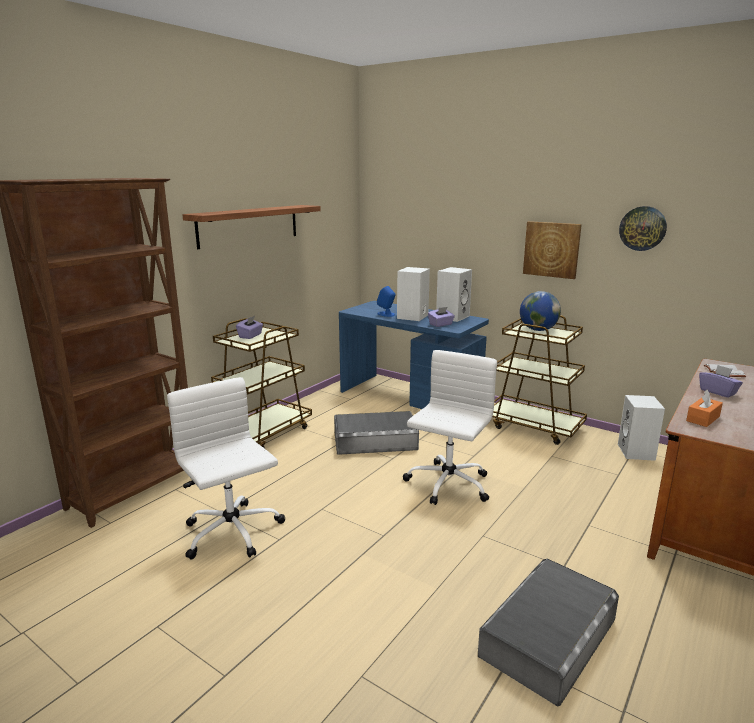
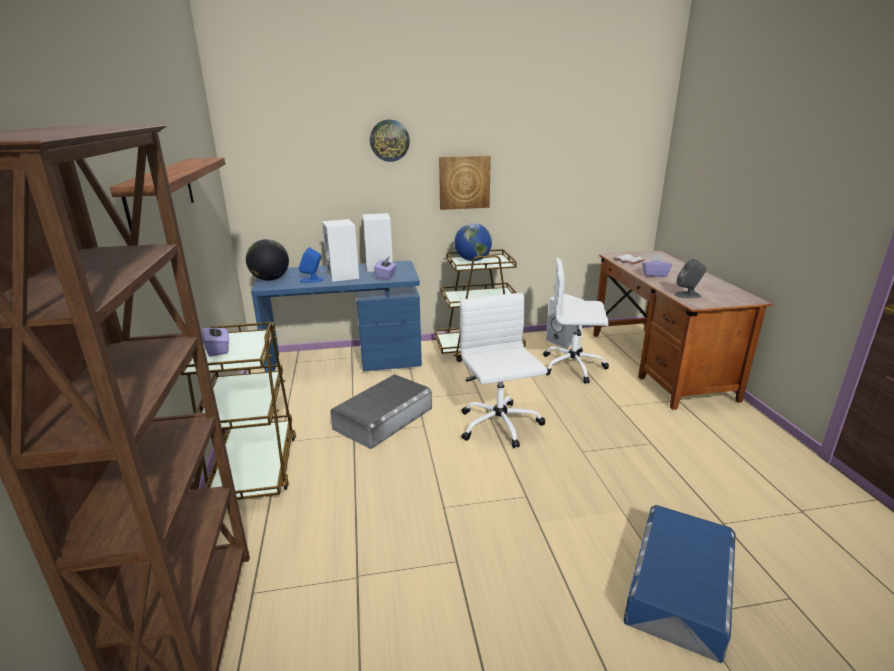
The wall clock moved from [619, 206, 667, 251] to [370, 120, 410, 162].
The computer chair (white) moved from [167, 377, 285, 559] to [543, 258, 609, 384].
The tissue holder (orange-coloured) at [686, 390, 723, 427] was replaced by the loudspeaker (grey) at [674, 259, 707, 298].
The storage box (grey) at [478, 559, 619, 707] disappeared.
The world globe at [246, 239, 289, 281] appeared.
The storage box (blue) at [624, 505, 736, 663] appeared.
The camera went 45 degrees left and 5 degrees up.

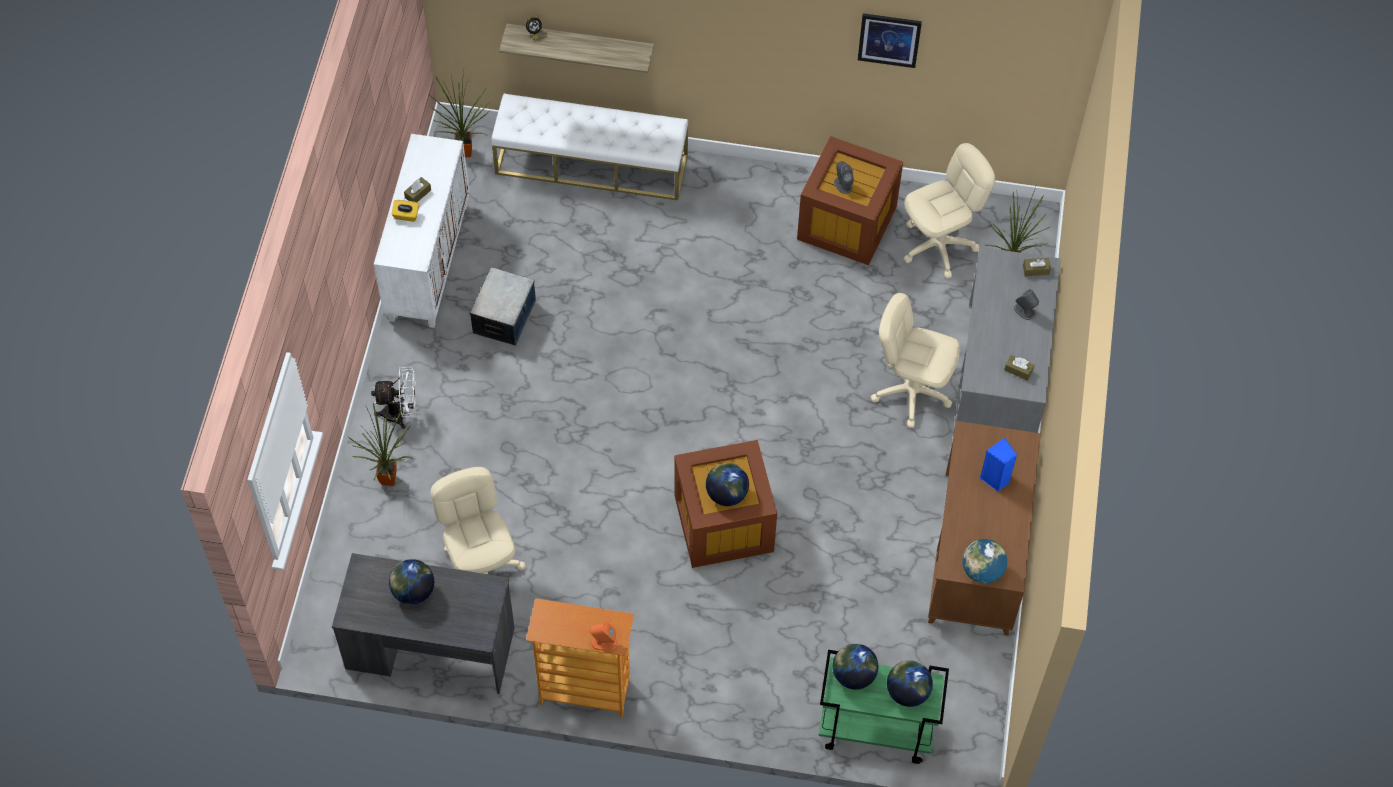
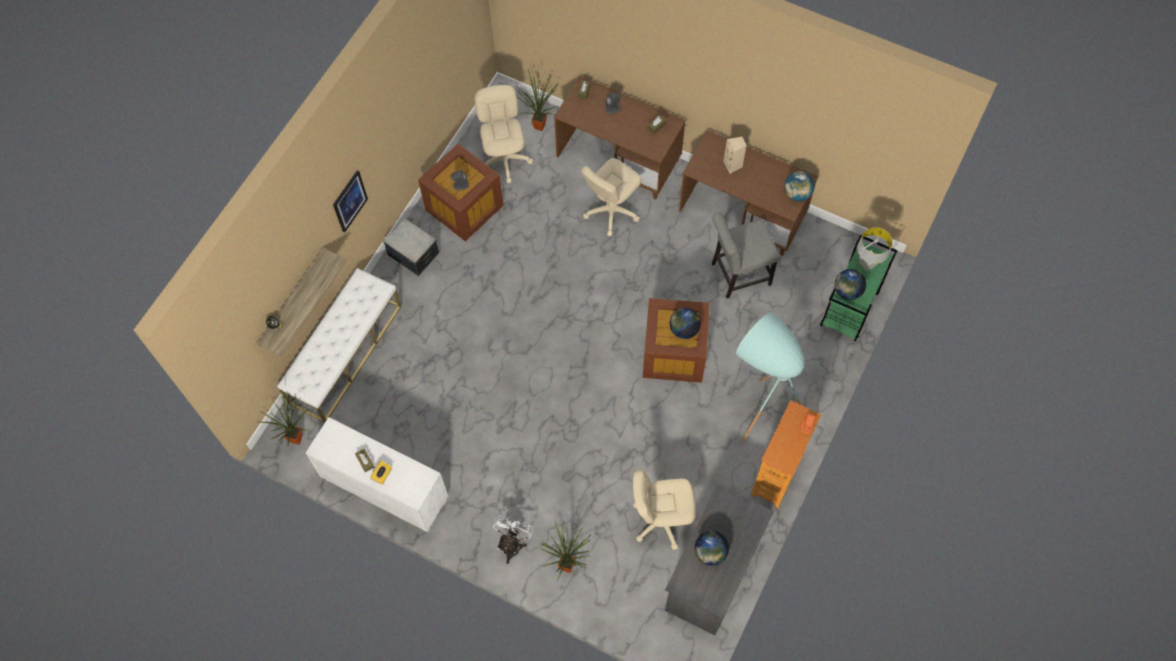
The wall art moved from [858, 13, 922, 68] to [333, 170, 368, 233].
The desk (grey) at [953, 247, 1061, 434] became the desk (brown) at [554, 76, 686, 200].
The storage box moved from [470, 267, 536, 346] to [383, 218, 439, 276].
The loudspeaker (blue) at [980, 438, 1017, 491] became the loudspeaker (sand-coloured) at [724, 137, 747, 174].
The world globe at [887, 660, 933, 707] was replaced by the table lamp (grey) at [857, 227, 892, 271].
The plain chair (grey) at [712, 213, 780, 298] appeared.
The standing lamp (turquoise) at [736, 312, 805, 442] appeared.
The camera went 70 degrees left and 5 degrees up.

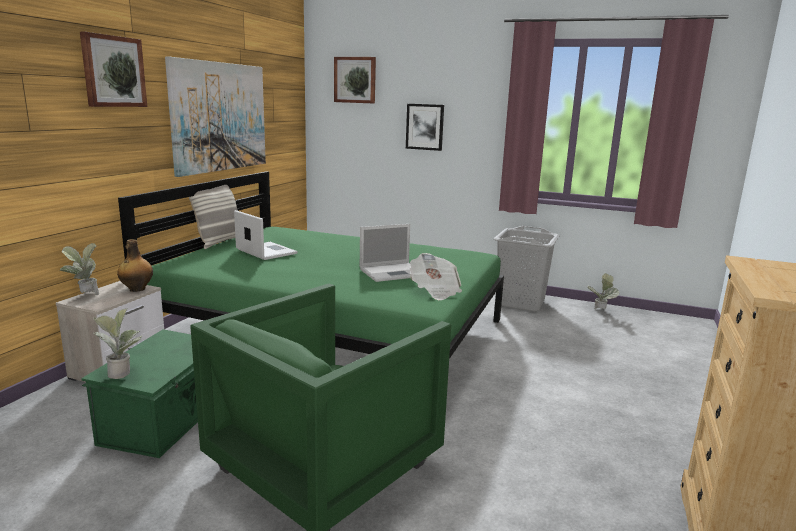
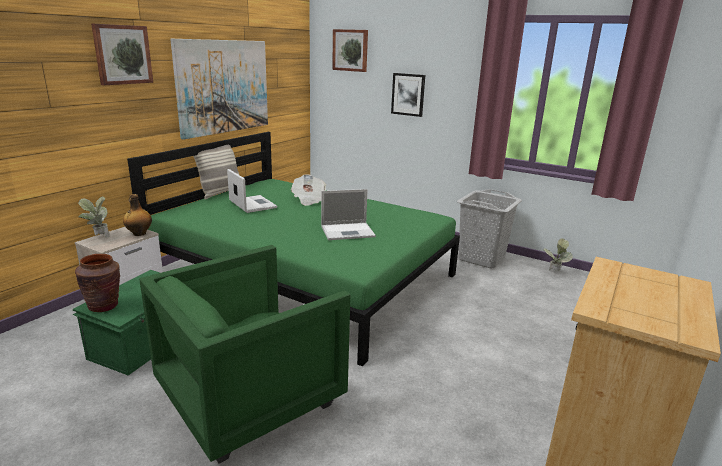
The daily paper moved from [410, 253, 462, 300] to [291, 174, 326, 206].
The potted plant at [93, 308, 142, 379] was replaced by the decorative vase (brown) at [75, 254, 120, 312].
The camera went 10 degrees right and 5 degrees up.

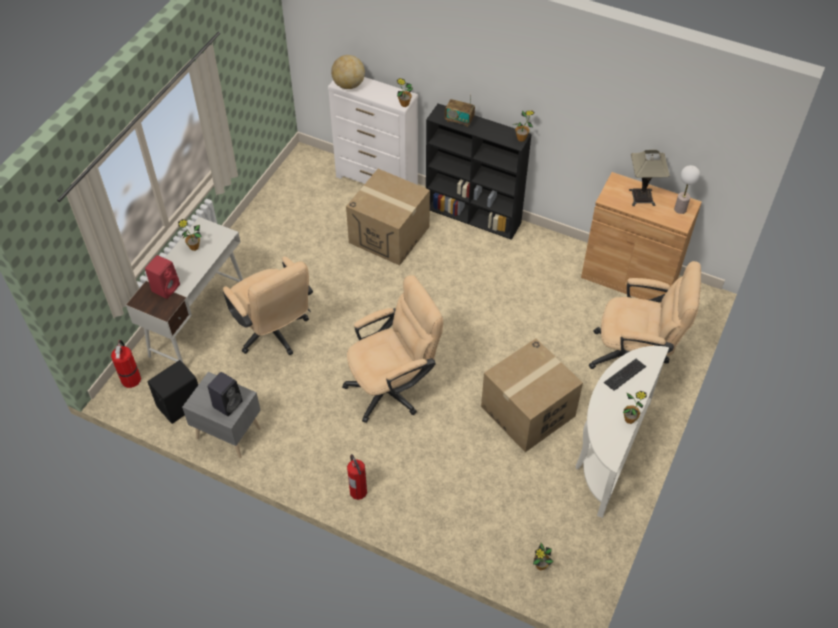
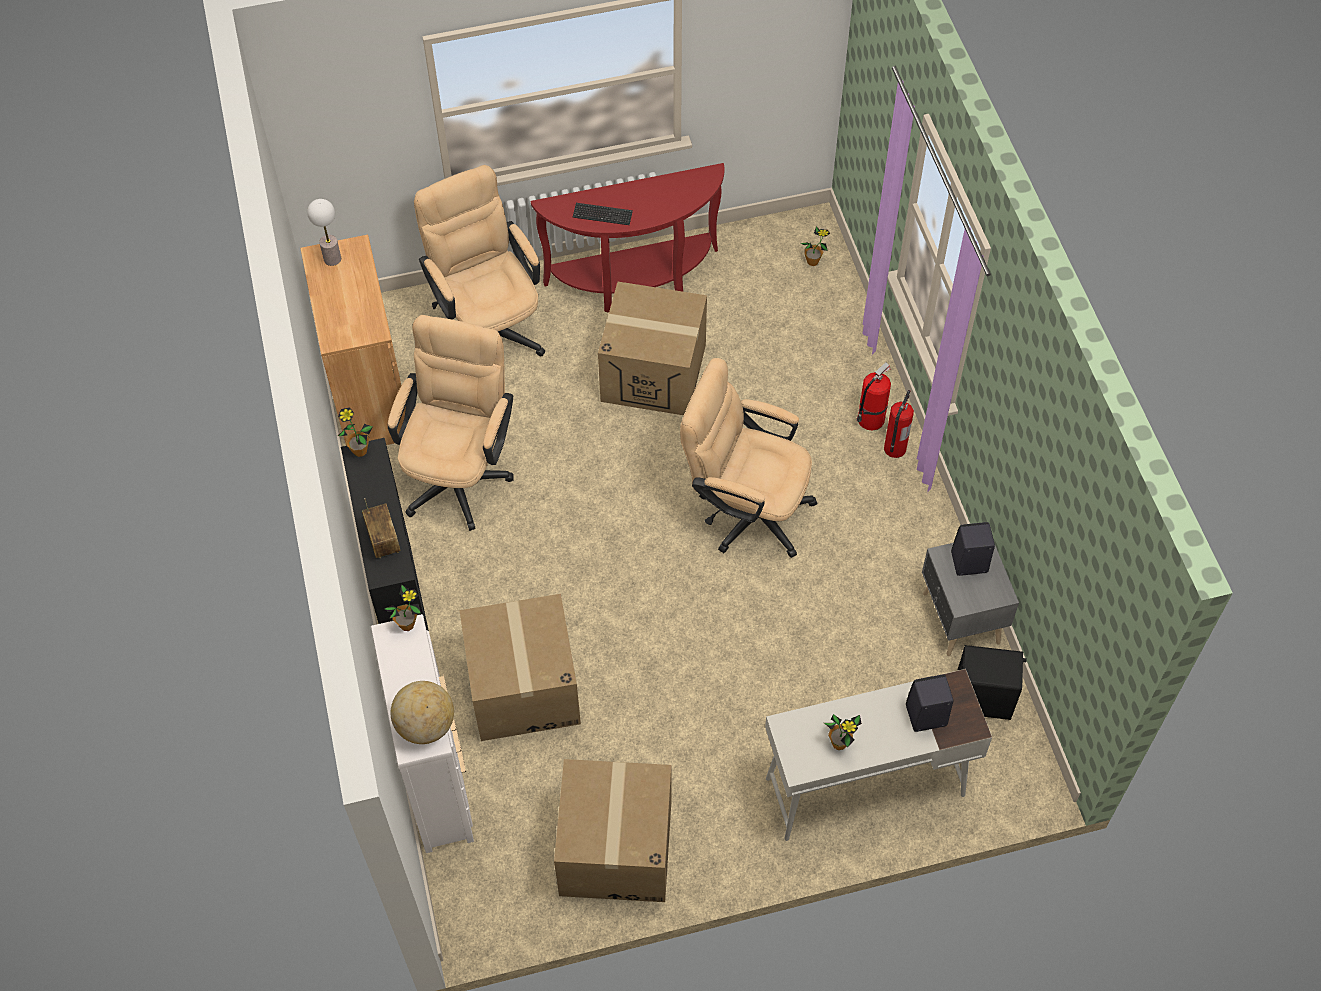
The table lamp at [629, 150, 670, 206] disappeared.
The loudspeaker (red-coloured) at [145, 255, 180, 299] became the loudspeaker (blackish) at [906, 674, 953, 732].
The computer chair (sand-coloured) moved from [223, 256, 313, 356] to [388, 315, 514, 531].
The extinguisher moved from [111, 340, 141, 388] to [856, 362, 891, 431].
The narrow table (white) at [576, 346, 669, 518] became the narrow table (red-coloured) at [531, 163, 724, 312].
The potted plant at [623, 391, 647, 424] disappeared.
The packing box at [554, 759, 671, 902] appeared.
The camera went 130 degrees left and 5 degrees up.

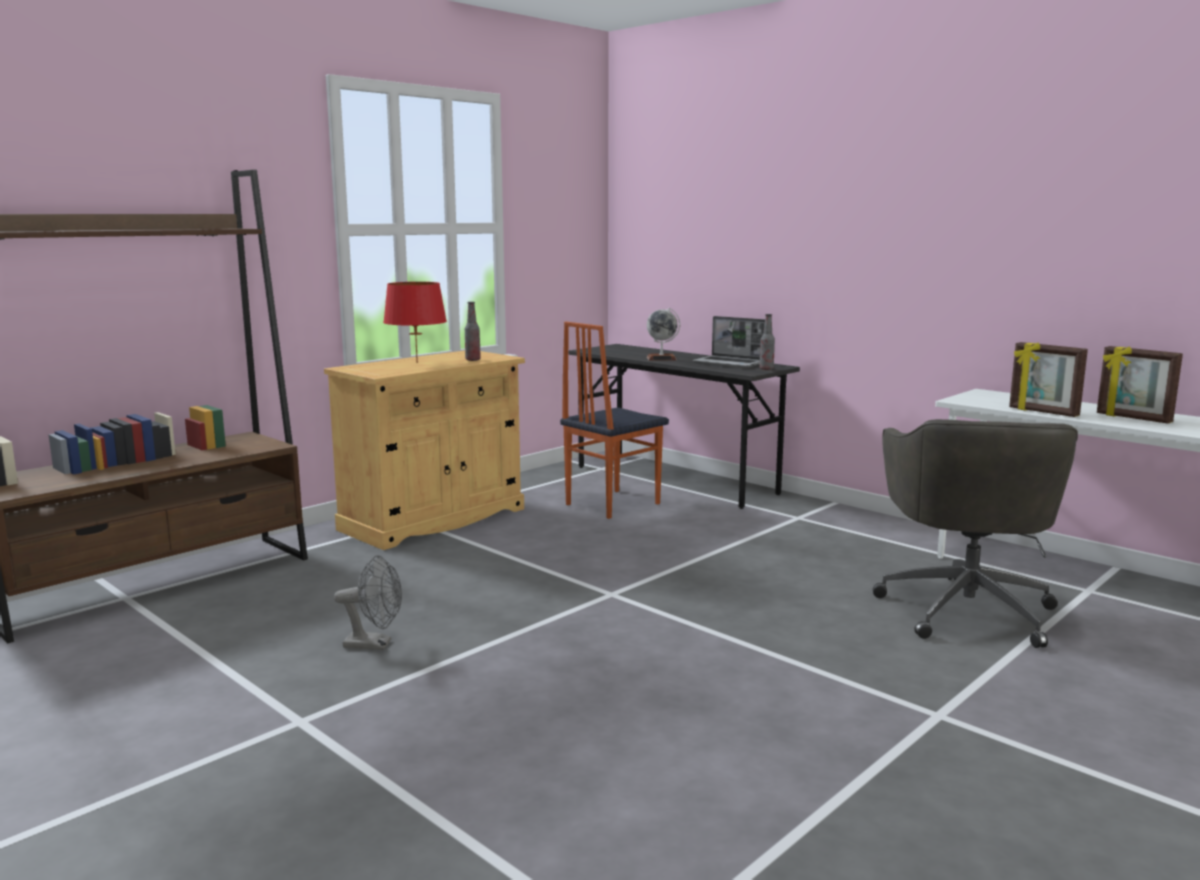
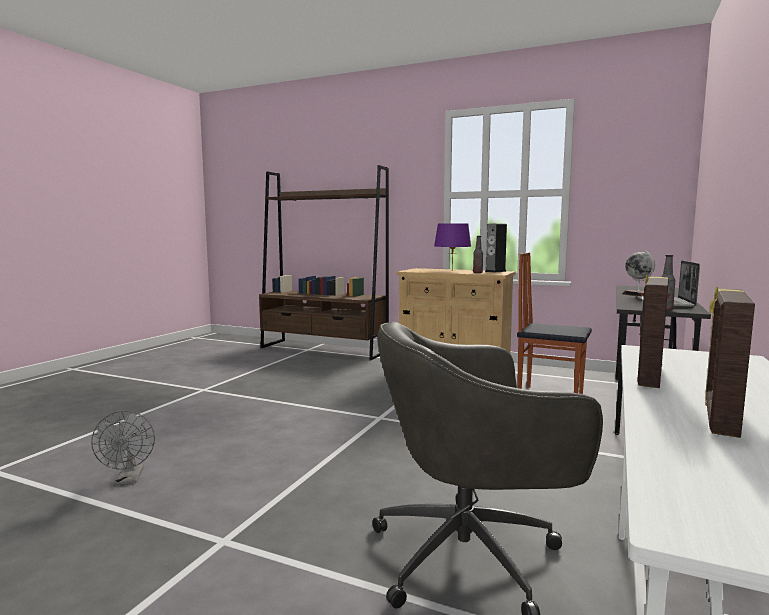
The table lamp (red-coloured) at [383, 282, 447, 363] became the table lamp (purple-coloured) at [434, 223, 471, 271].
The electric fan (grey) moved from [334, 555, 402, 650] to [91, 411, 155, 485].
The loudspeaker at [485, 223, 507, 272] appeared.
The camera went 70 degrees right and 5 degrees down.

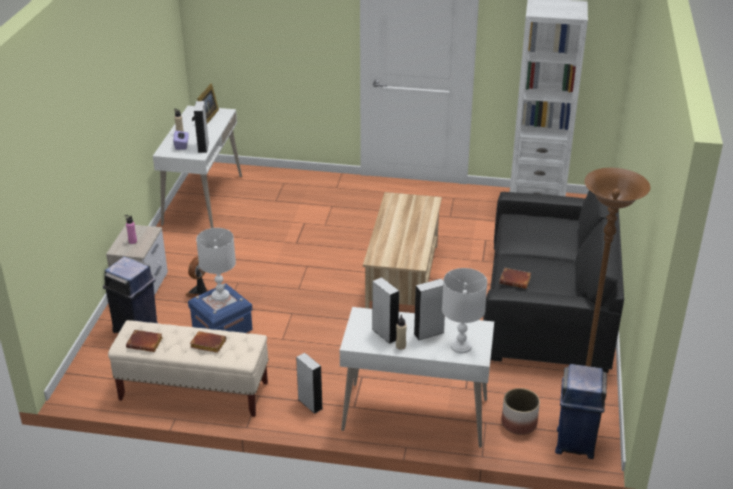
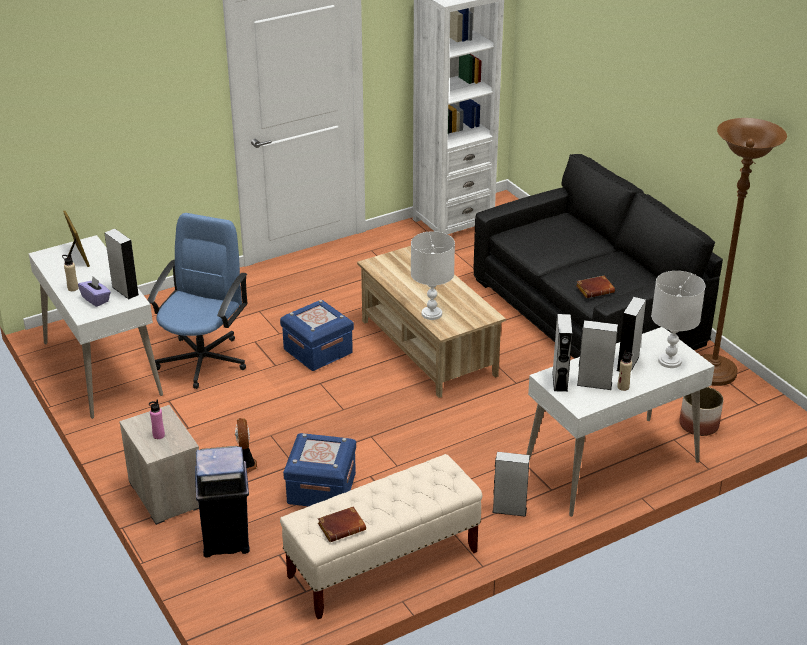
The table lamp (white) moved from [196, 228, 236, 301] to [411, 231, 455, 320].
The book (brown) at [190, 331, 226, 353] disappeared.
The trash can (blue) at [555, 364, 607, 459] disappeared.
The computer chair (blue) at [148, 213, 248, 389] appeared.
The storage box (blue) at [280, 300, 354, 371] appeared.
The loudspeaker (grey) at [552, 314, 573, 392] appeared.
The camera went 40 degrees left and 0 degrees up.

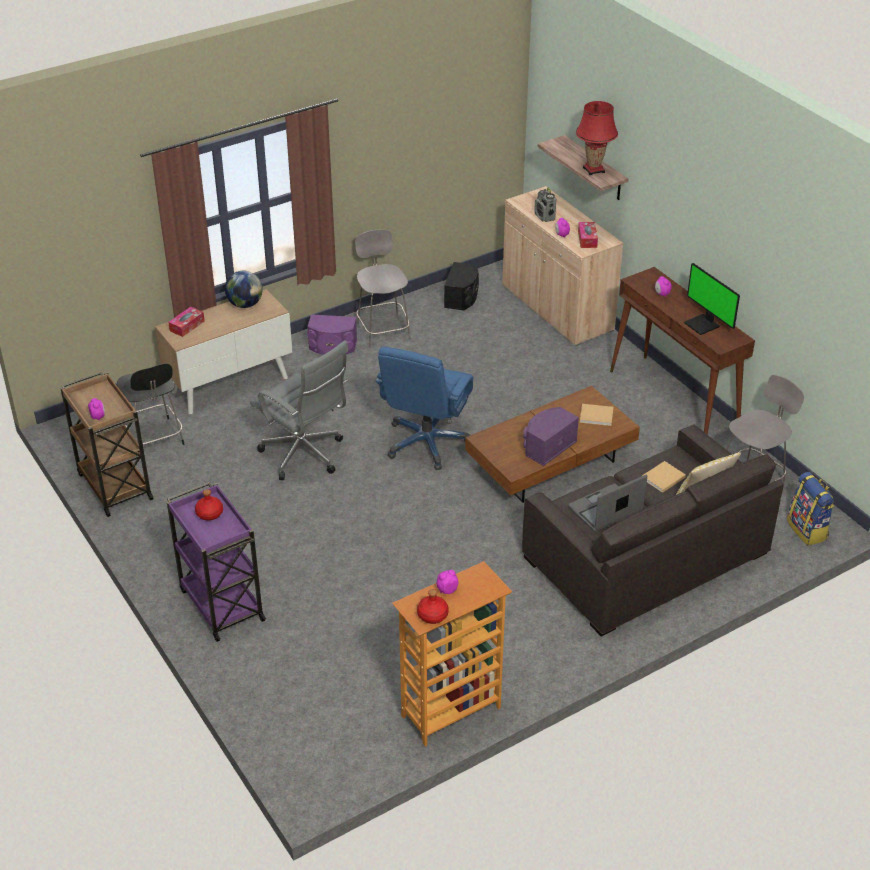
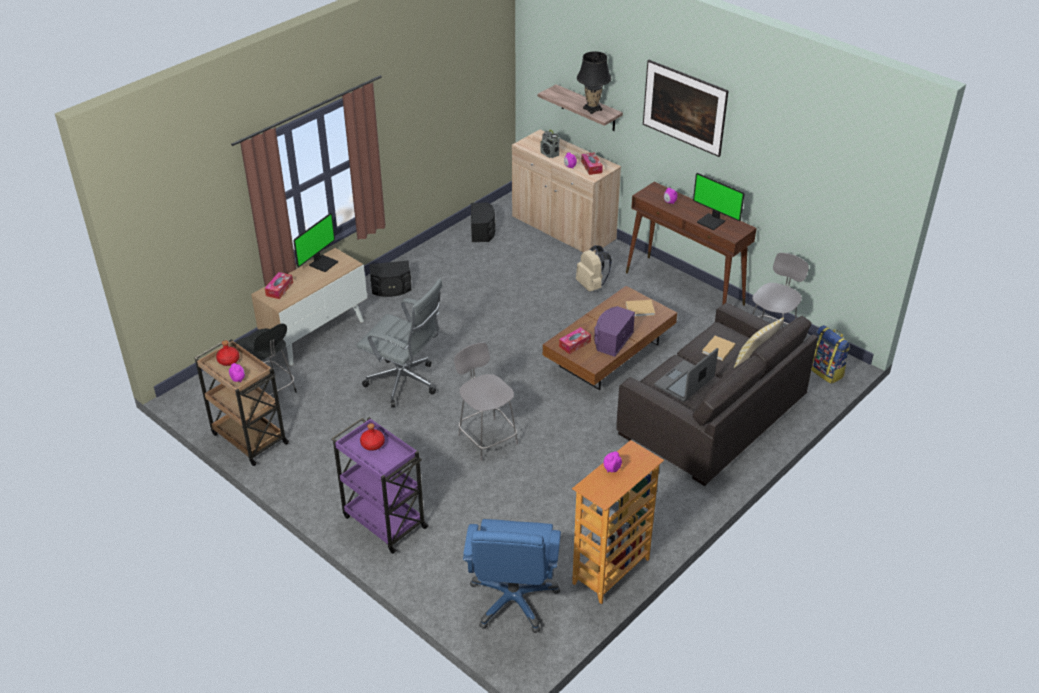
The table lamp (red-coloured) at [576, 101, 618, 176] became the table lamp (blackish) at [577, 51, 612, 114].
The plain chair (grey) moved from [355, 229, 411, 347] to [454, 343, 518, 461].
The world globe at [225, 271, 263, 308] was replaced by the computer screen at [293, 213, 338, 272].
The loudspeaker (purple-coloured) at [307, 314, 357, 355] became the loudspeaker (blackish) at [369, 261, 411, 297].
The computer chair (blue) moved from [375, 347, 473, 470] to [463, 519, 561, 633].
The beverage bottle (red-coloured) moved from [417, 589, 449, 624] to [216, 340, 240, 366].
The wall art at [643, 60, 729, 157] appeared.
The rucksack (sand-coloured) at [576, 245, 612, 292] appeared.
The tissue holder at [559, 327, 591, 354] appeared.
The camera went 15 degrees left and 0 degrees up.

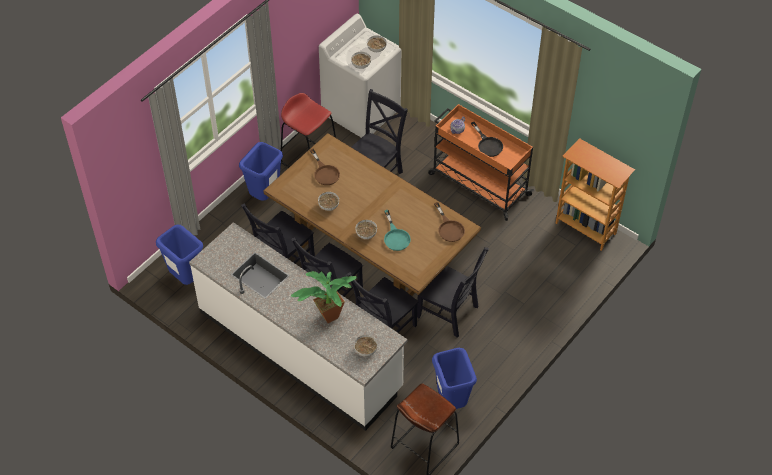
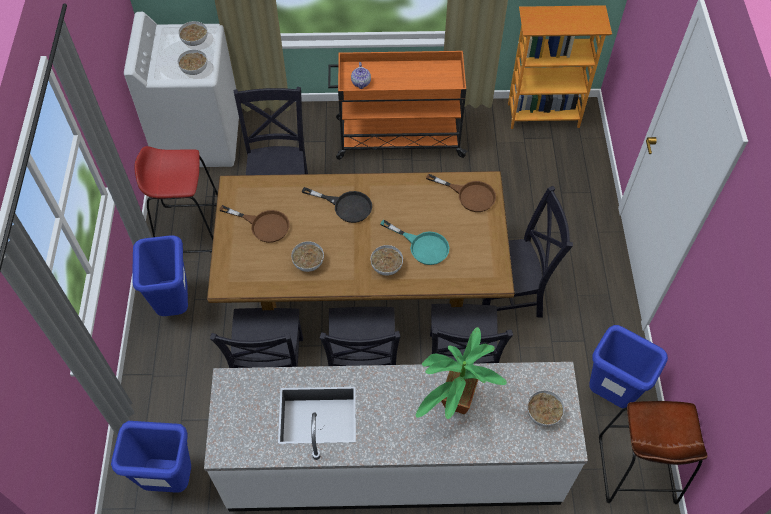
The frying pan (blackish) moved from [471, 122, 503, 157] to [302, 187, 372, 223].
The camera went 40 degrees left and 5 degrees up.

